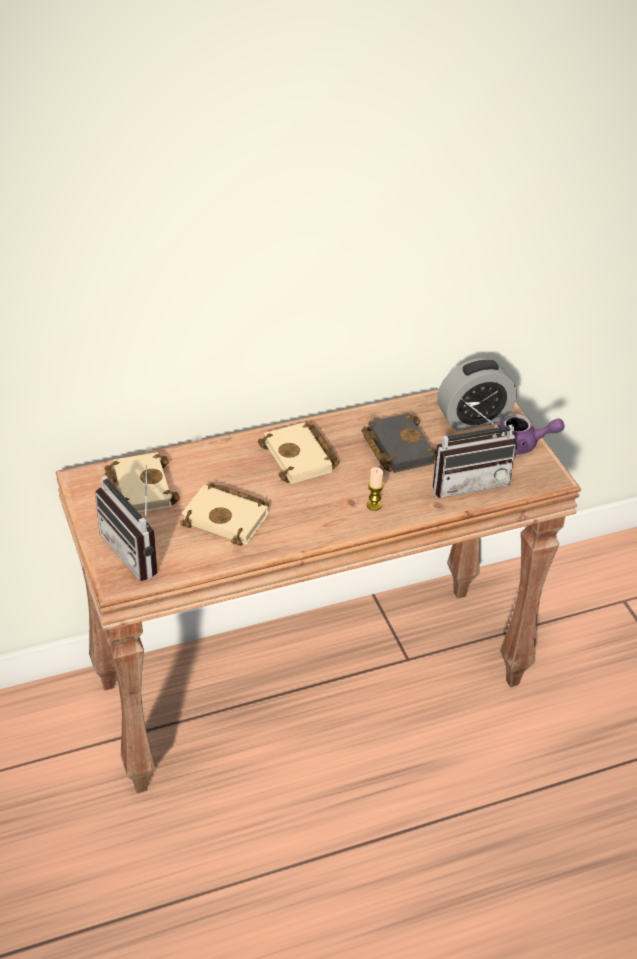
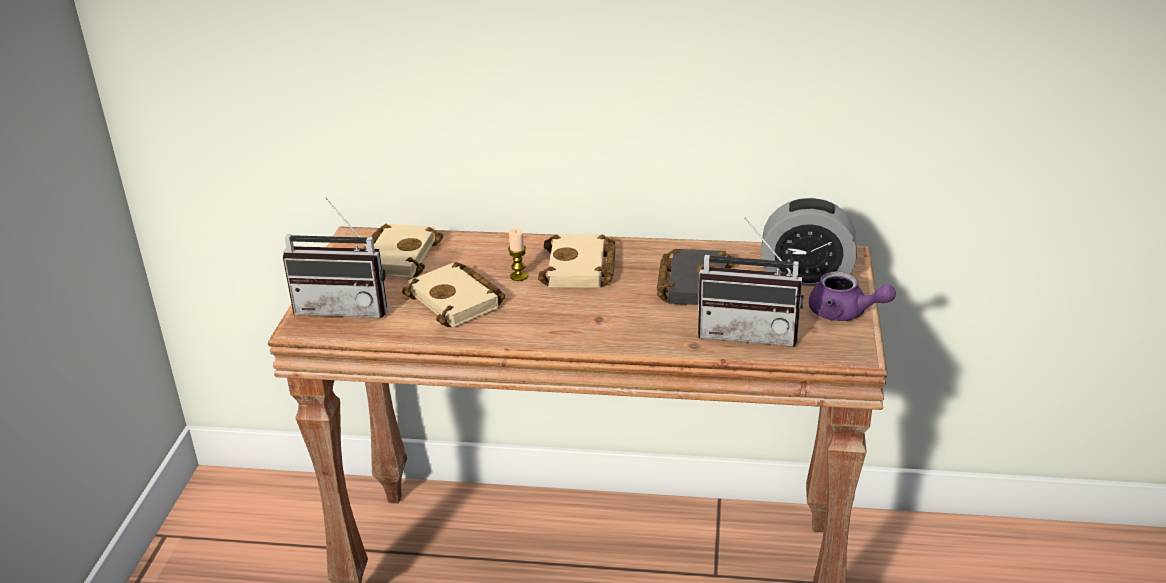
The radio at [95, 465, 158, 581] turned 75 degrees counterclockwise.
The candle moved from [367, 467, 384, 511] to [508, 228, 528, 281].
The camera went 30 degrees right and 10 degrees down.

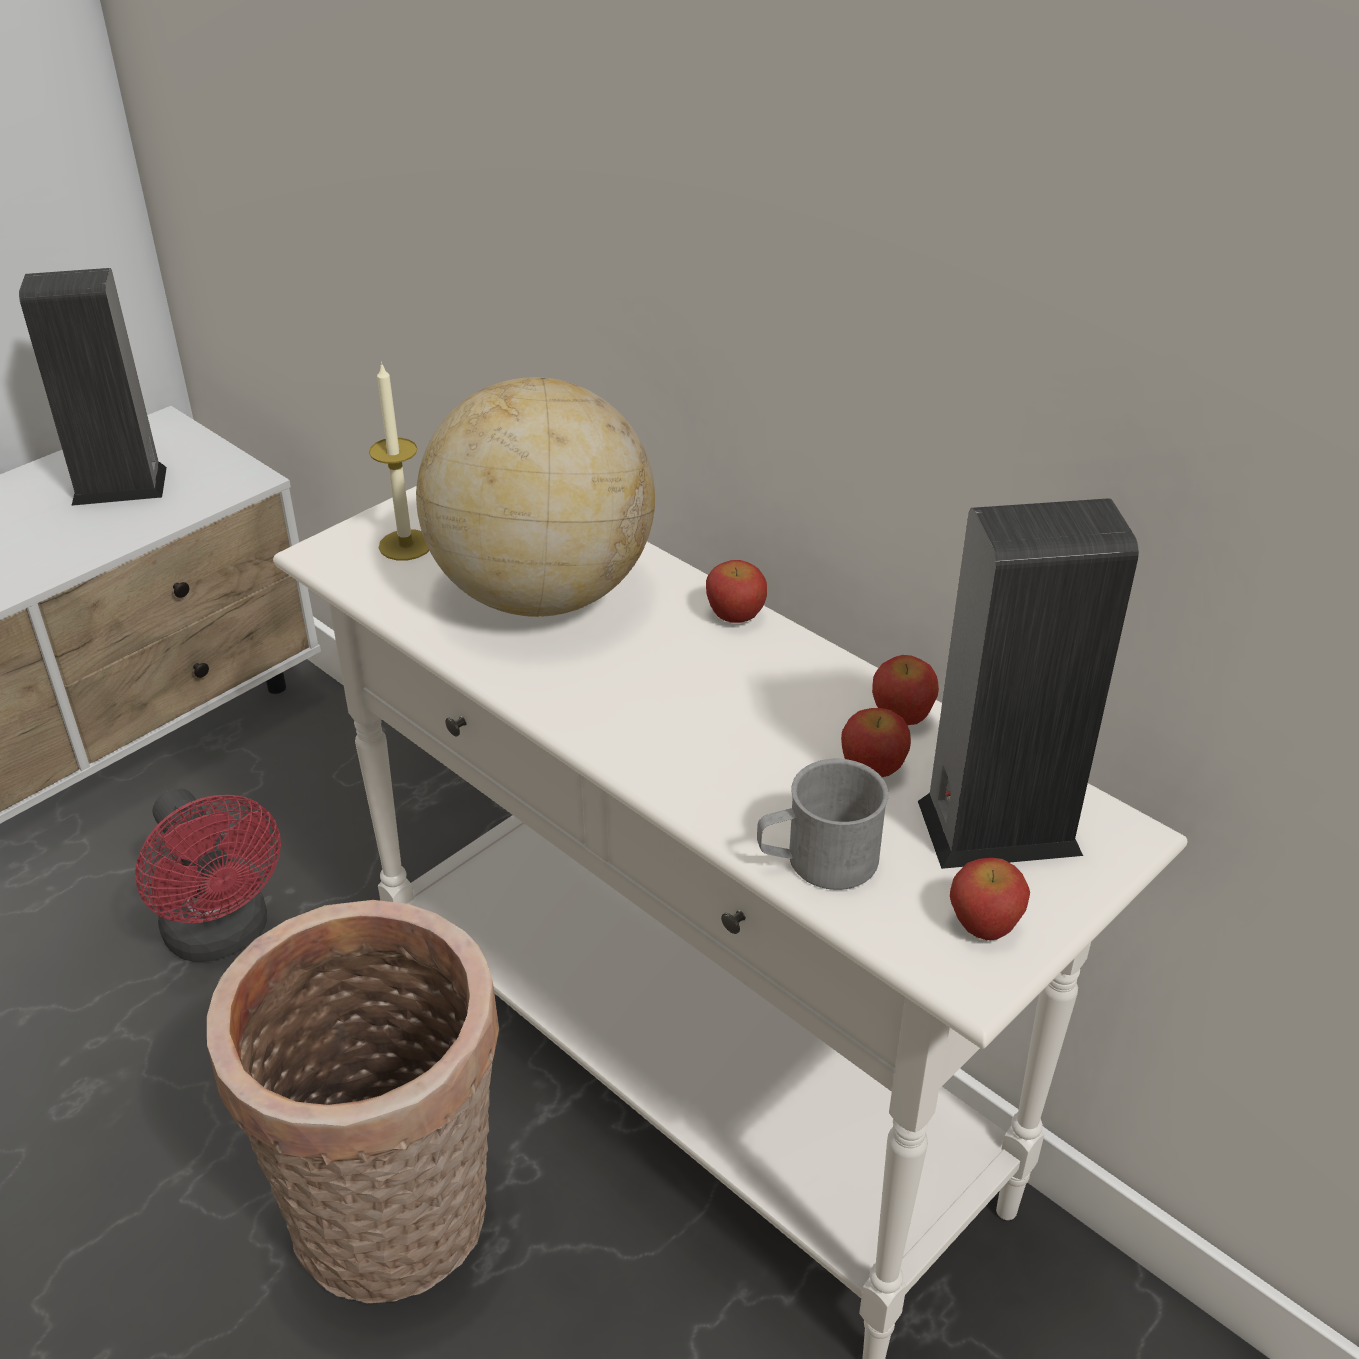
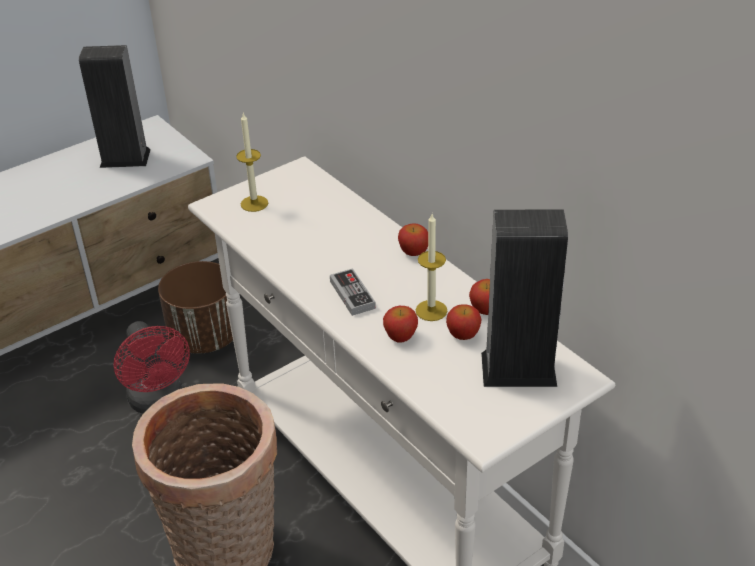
The world globe at [416, 377, 655, 617] disappeared.
The mug (grey) at [757, 759, 889, 890] disappeared.
The apple fruit moved from [950, 858, 1030, 940] to [383, 306, 418, 342].
The candle at [416, 214, 447, 321] appeared.
The plant pot (brown) at [158, 261, 233, 354] appeared.
The game controller at [330, 268, 376, 316] appeared.
The camera went 10 degrees right and 0 degrees up.

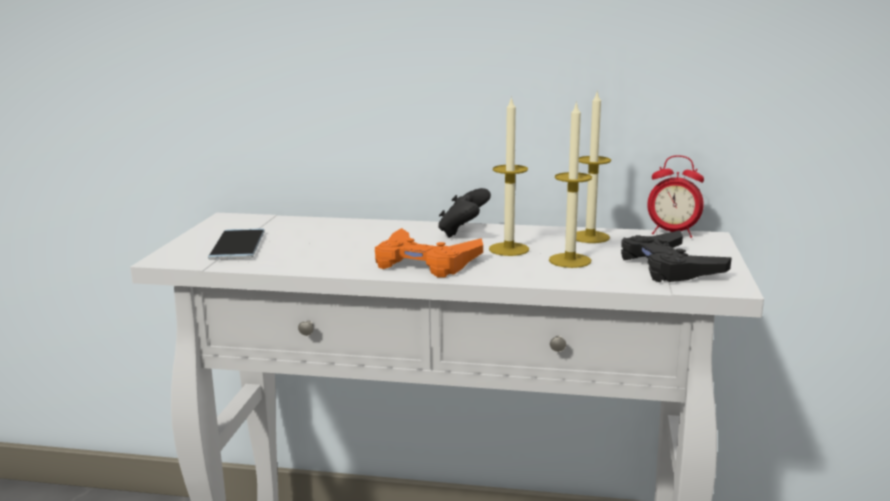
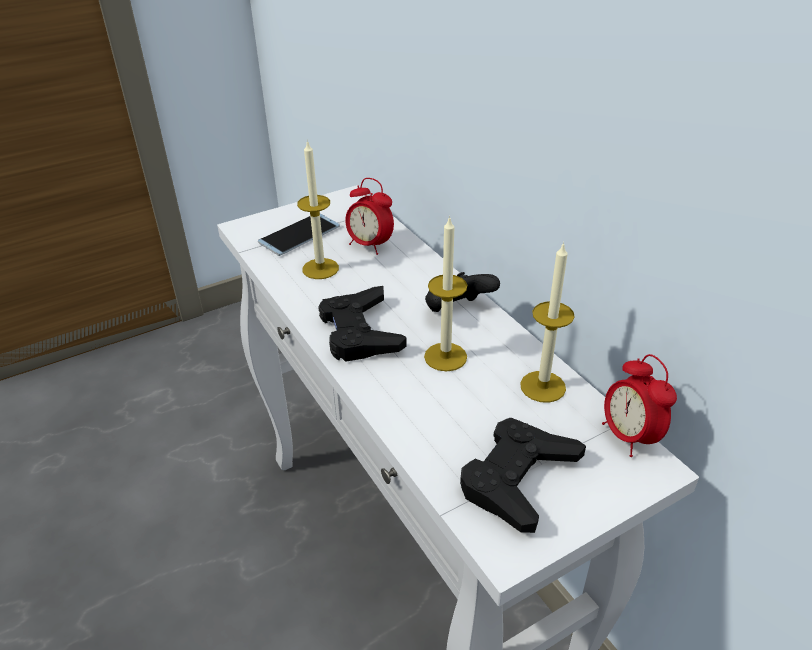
The candle moved from [549, 101, 592, 268] to [297, 140, 339, 279].
The game controller (orange-coloured) at [375, 228, 483, 278] became the game controller (blackish) at [318, 286, 407, 362].
The bedside clock at [345, 178, 394, 255] appeared.
The camera went 50 degrees right and 20 degrees up.

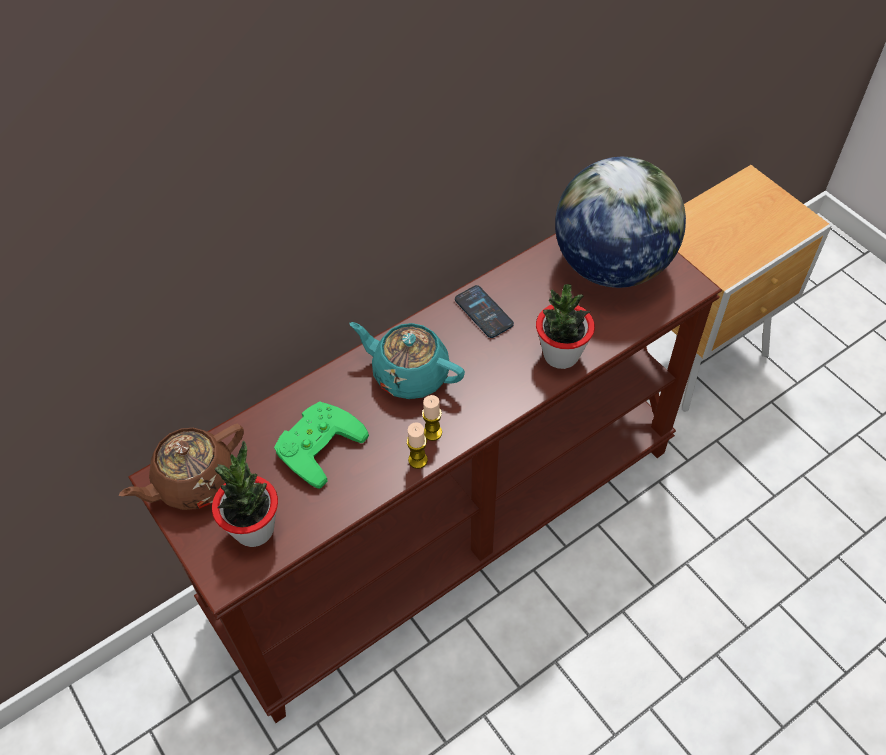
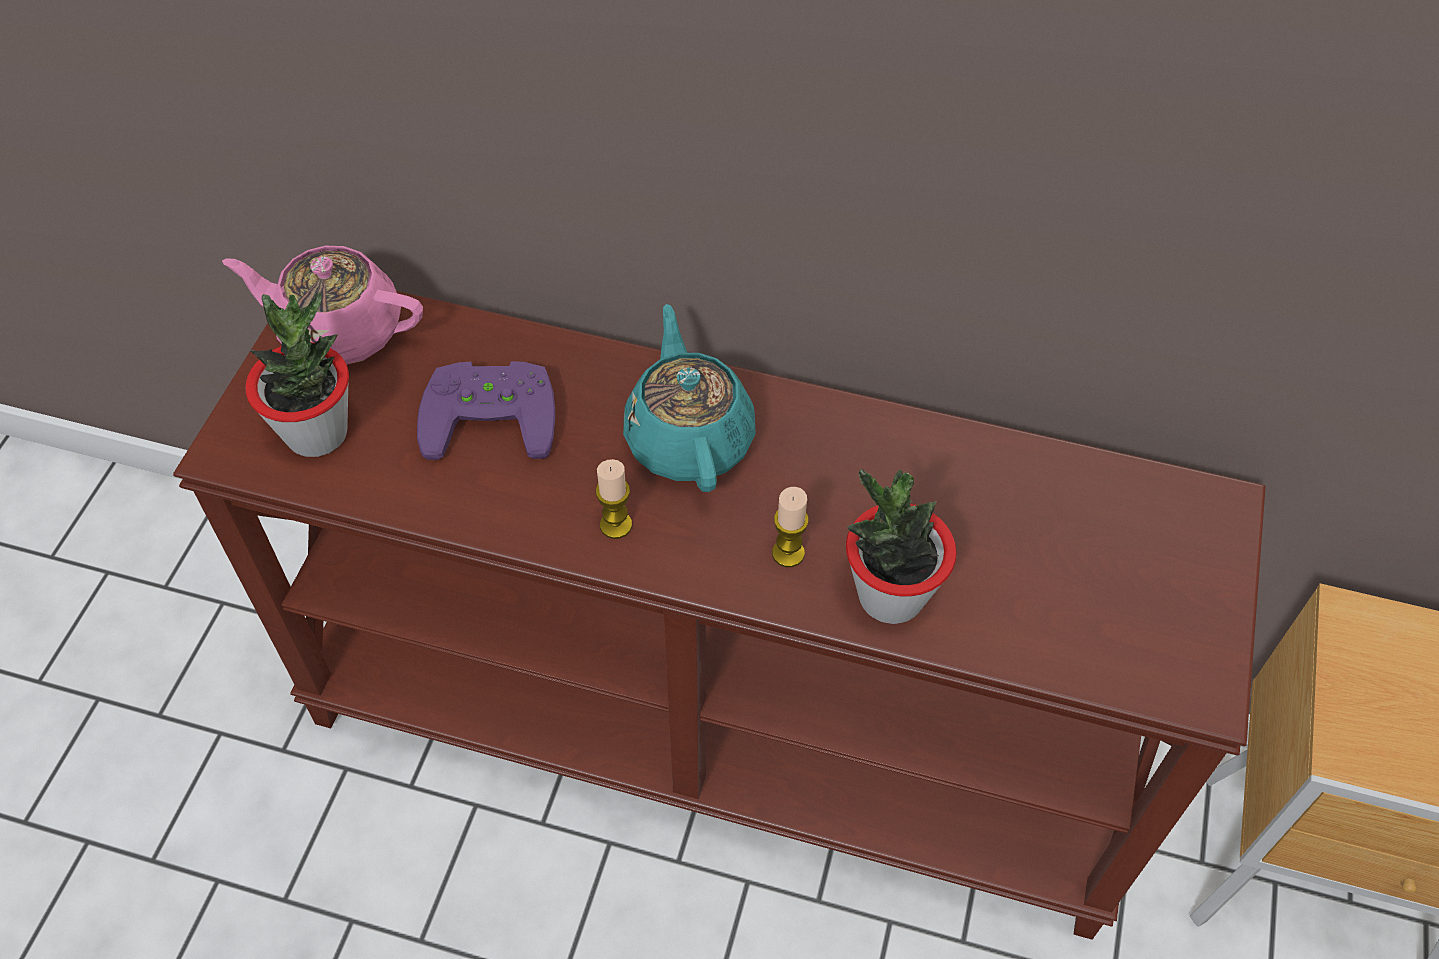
The world globe at [555, 157, 686, 288] disappeared.
The handset at [455, 285, 514, 338] disappeared.
The game controller (greenish) at [274, 401, 369, 489] became the game controller (purple-coloured) at [417, 361, 555, 460].
The candle moved from [406, 422, 428, 469] to [772, 487, 809, 567].
The pot for tea (brown) at [119, 424, 244, 510] became the pot for tea (pink-coloured) at [222, 246, 423, 365].
The camera went 50 degrees right and 0 degrees up.

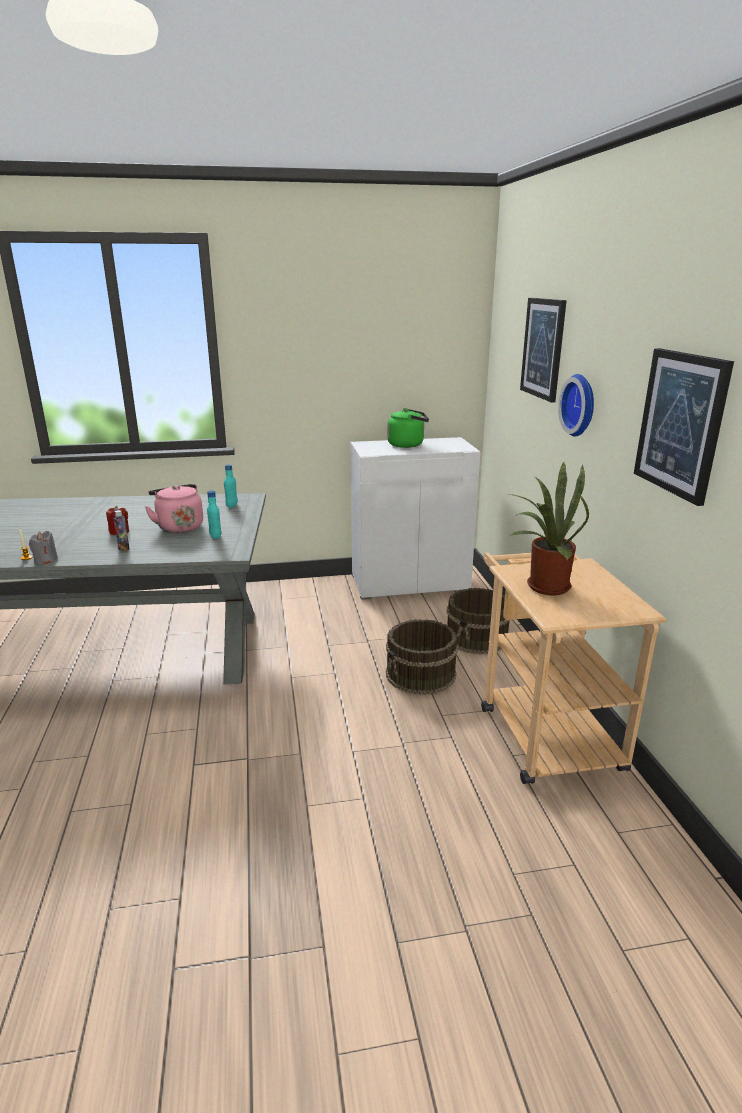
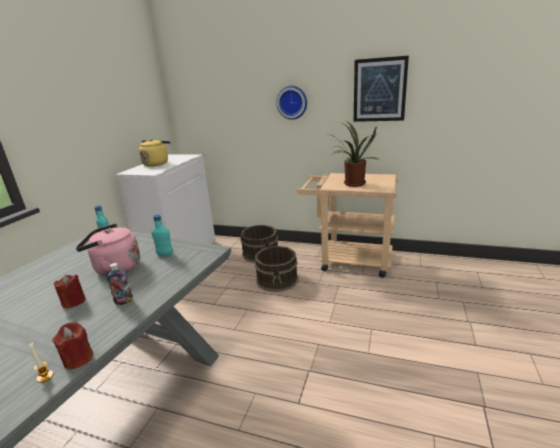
The wall art at [520, 298, 567, 402] disappeared.
The kettle (greenish) at [387, 408, 429, 448] became the kettle (yellow) at [138, 139, 170, 167].
The candle (grey) at [29, 531, 58, 565] became the candle (red-coloured) at [52, 322, 93, 369].
The camera went 60 degrees left and 0 degrees up.

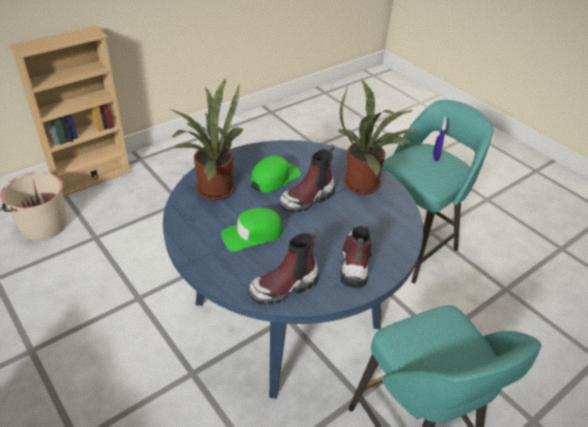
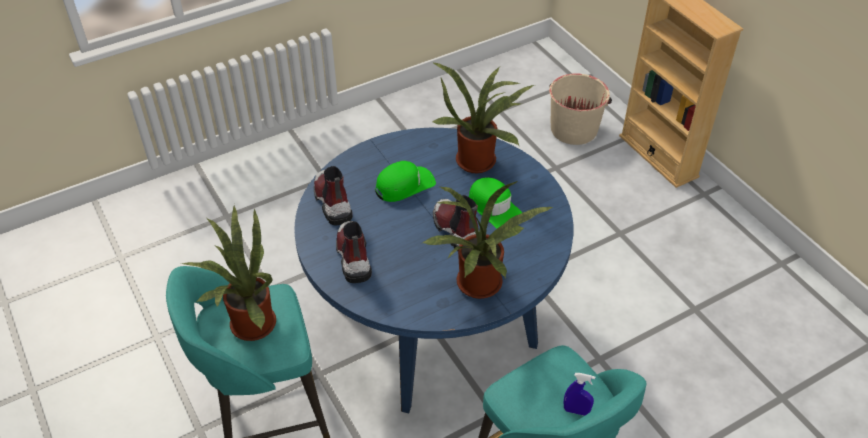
The cap (greenish) at [221, 207, 283, 252] turned 75 degrees clockwise.
The boot at [341, 226, 372, 288] turned 120 degrees counterclockwise.
The potted plant at [181, 204, 276, 341] appeared.
The camera went 100 degrees right and 5 degrees up.

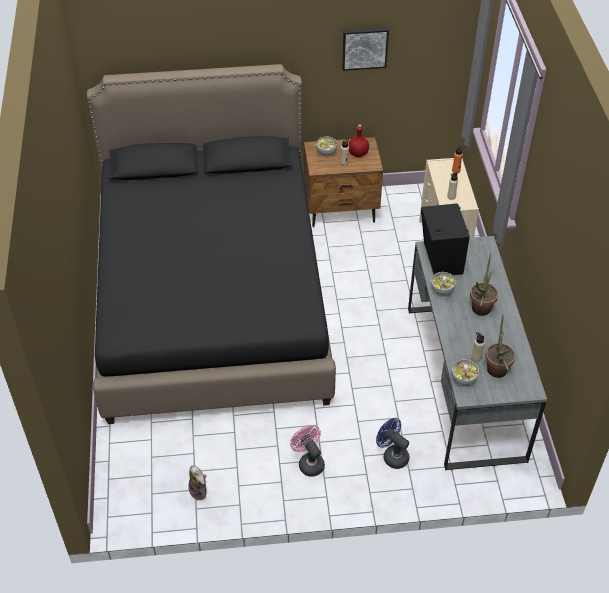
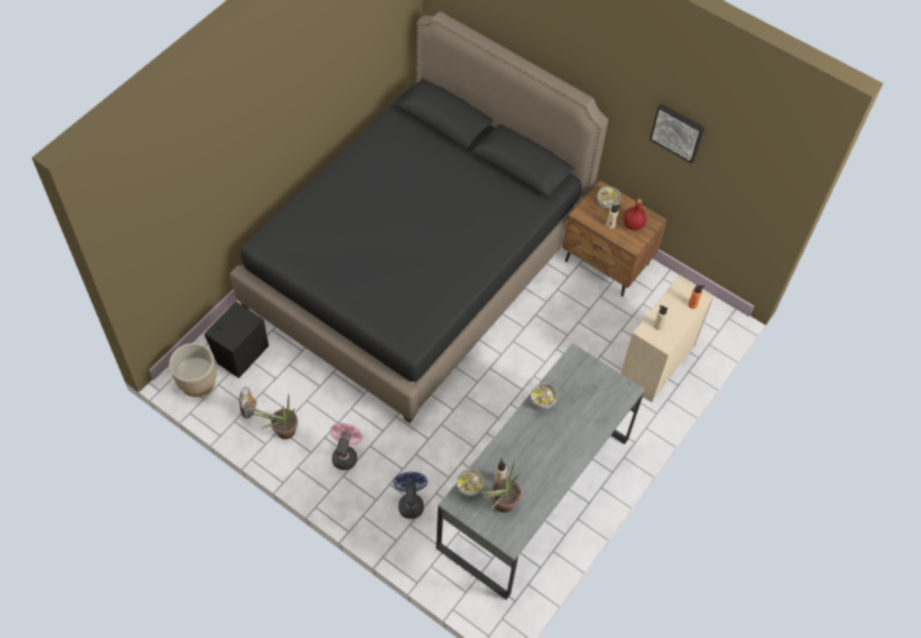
The loudspeaker (blackish) moved from [421, 203, 470, 275] to [204, 301, 269, 378].
The potted plant moved from [470, 253, 498, 316] to [246, 394, 298, 439].
The plant pot (sand-coloured) at [169, 343, 217, 397] appeared.
The camera went 40 degrees right and 10 degrees up.

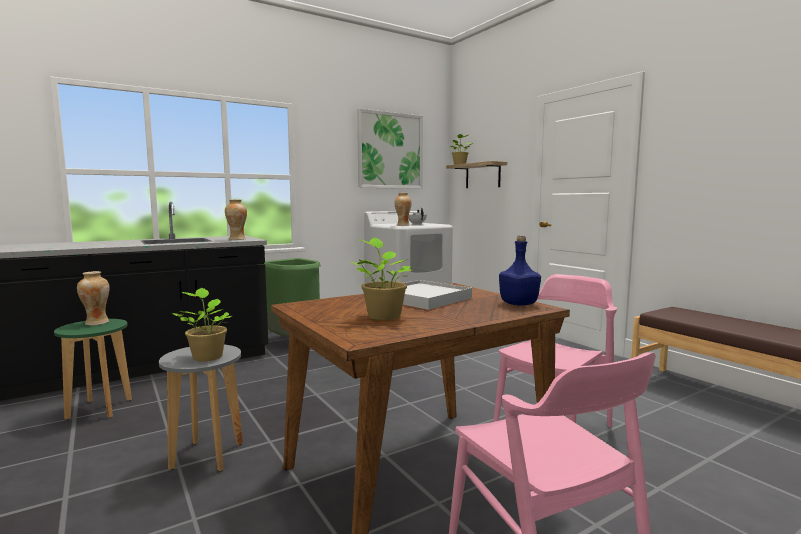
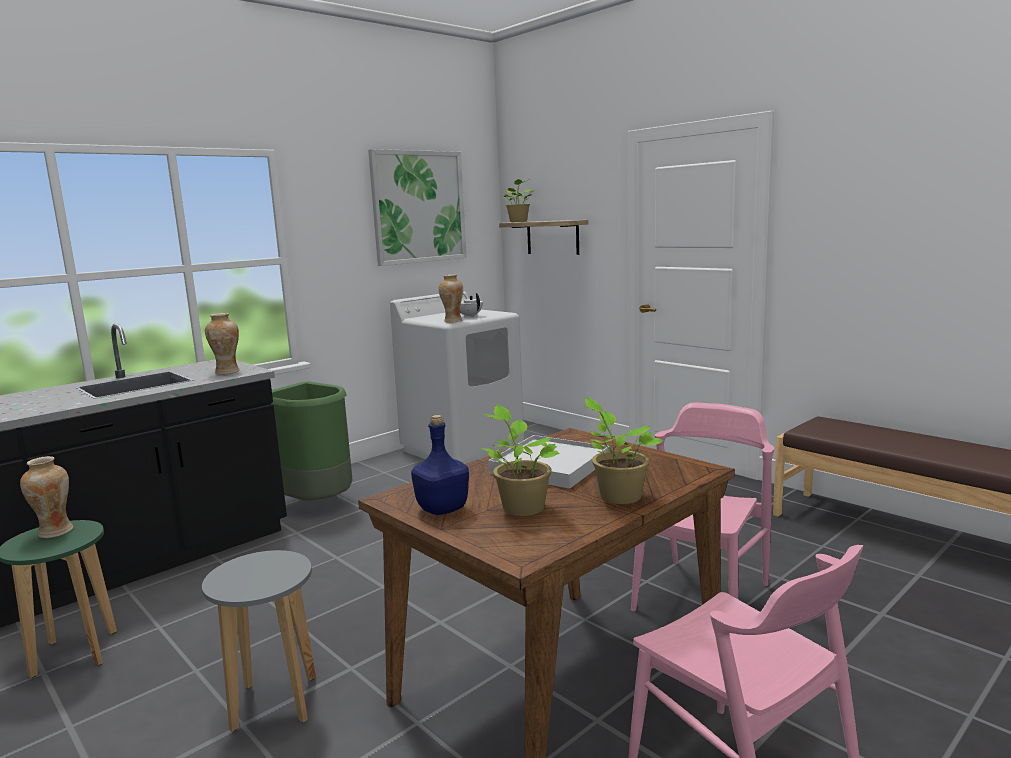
The beverage bottle (blue) moved from [499, 235, 541, 306] to [411, 415, 469, 515].
The potted plant moved from [172, 288, 232, 362] to [585, 397, 663, 504].
The camera went 10 degrees left and 5 degrees up.

